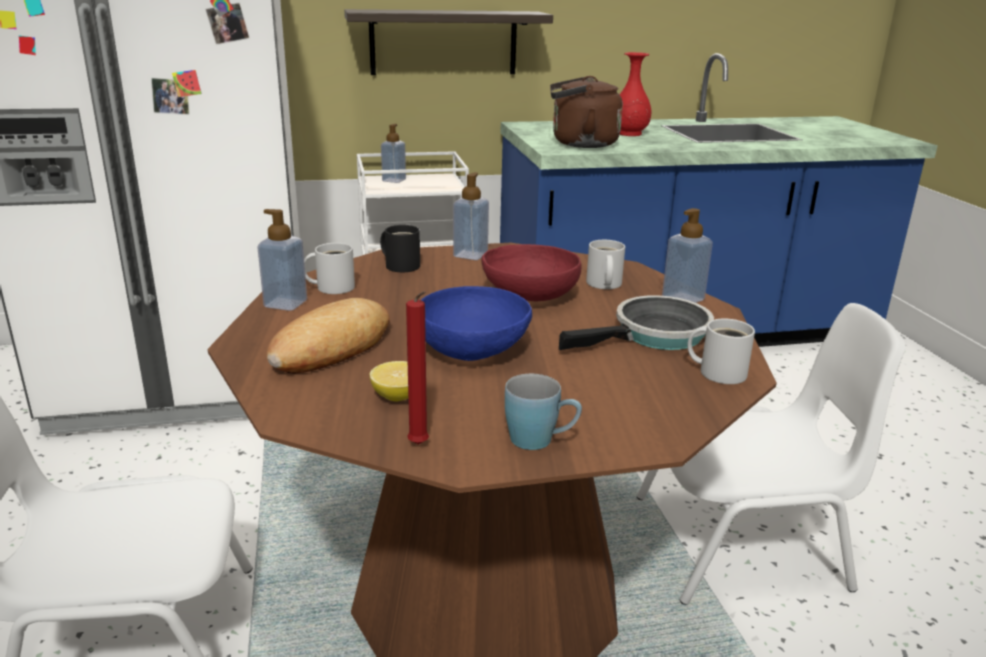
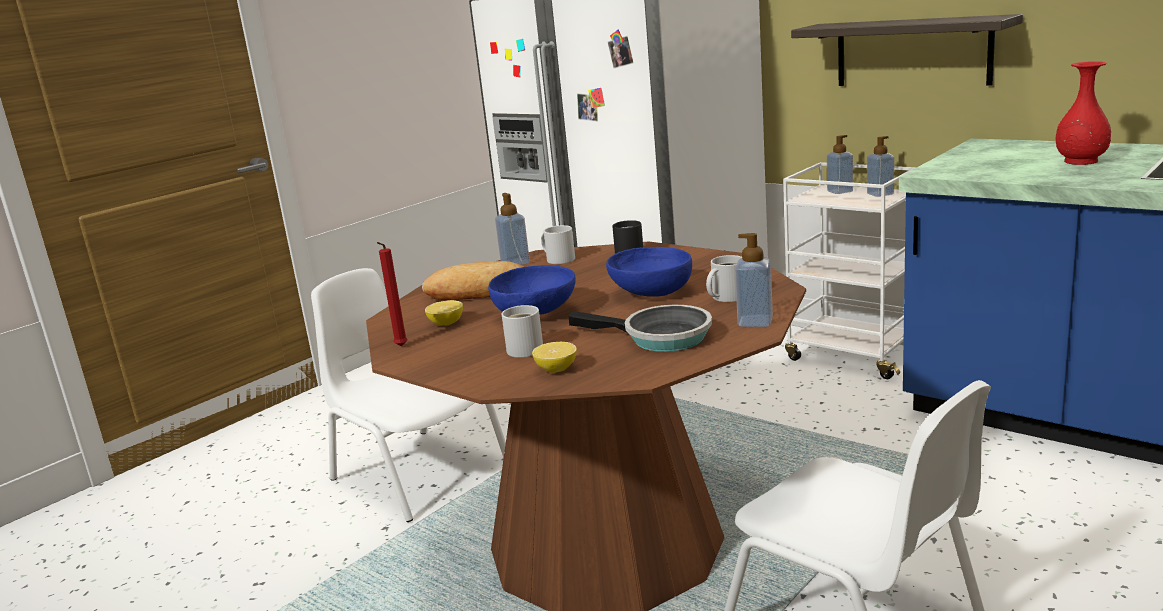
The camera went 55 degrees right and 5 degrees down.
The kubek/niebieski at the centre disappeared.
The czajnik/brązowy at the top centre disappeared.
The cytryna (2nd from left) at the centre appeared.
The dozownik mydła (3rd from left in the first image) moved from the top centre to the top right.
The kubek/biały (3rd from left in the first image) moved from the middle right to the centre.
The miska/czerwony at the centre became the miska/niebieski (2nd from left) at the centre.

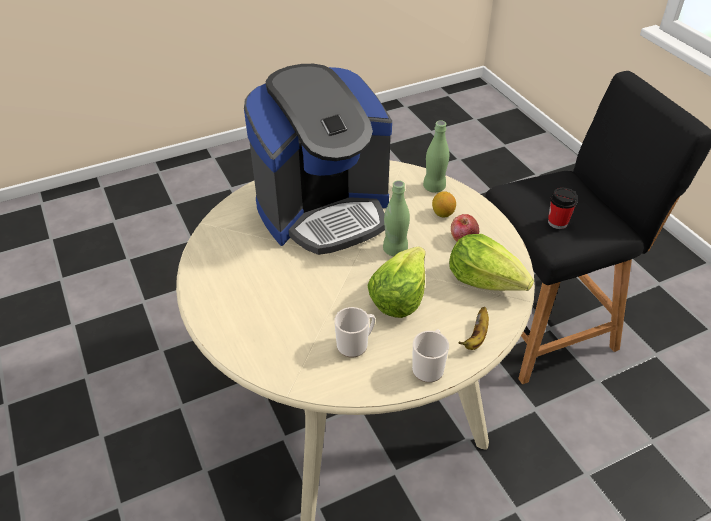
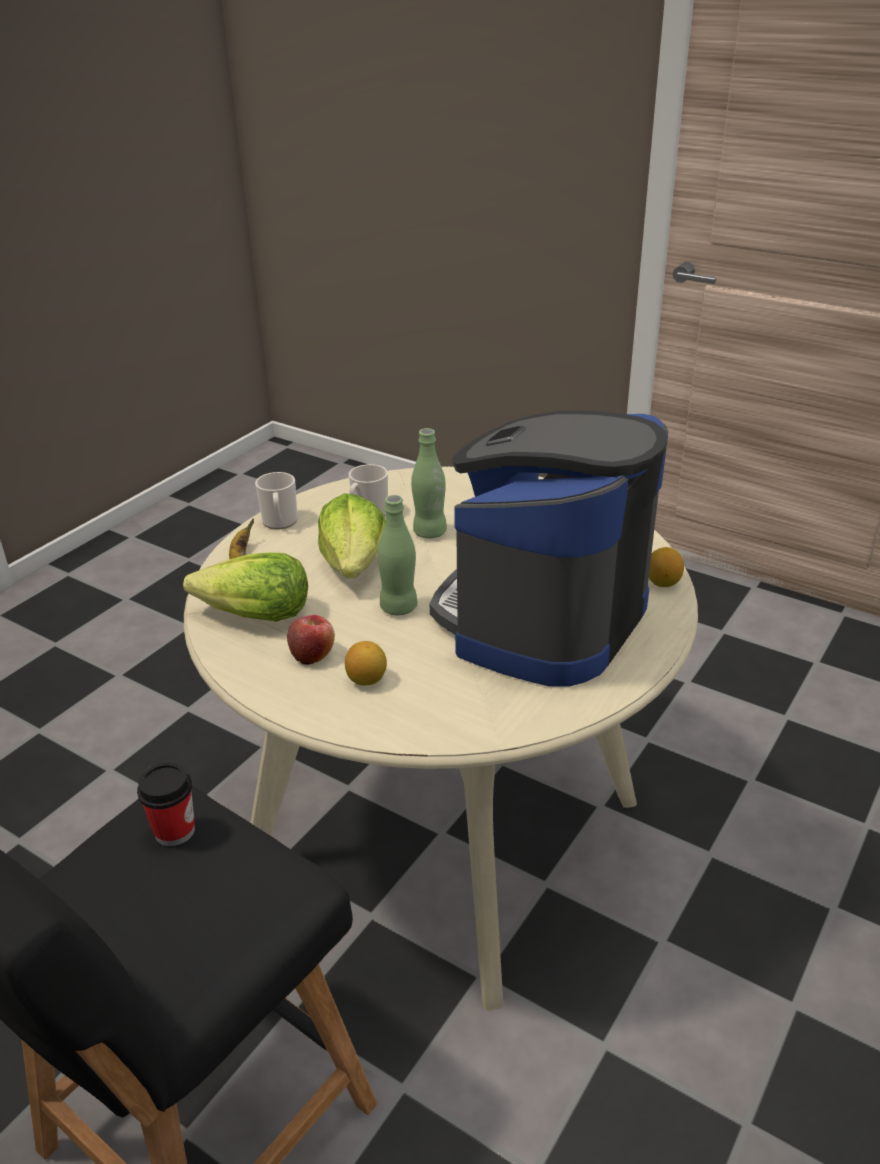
The camera went 150 degrees right and 10 degrees down.
The cytryna (2nd from left) at the middle right appeared.
The butelka/zielony (2nd from left) moved from the top centre to the centre.

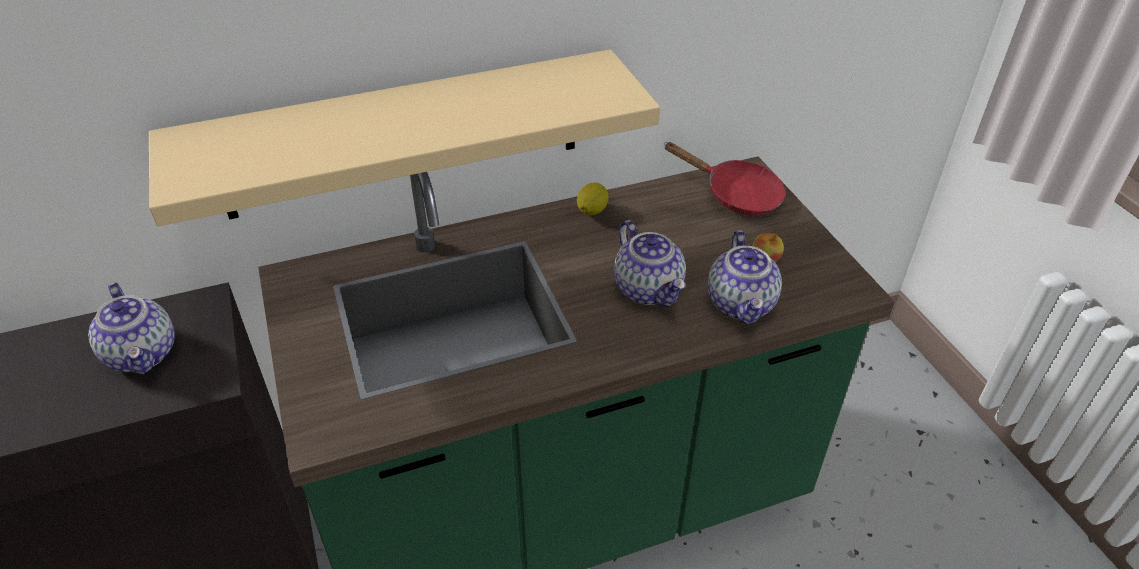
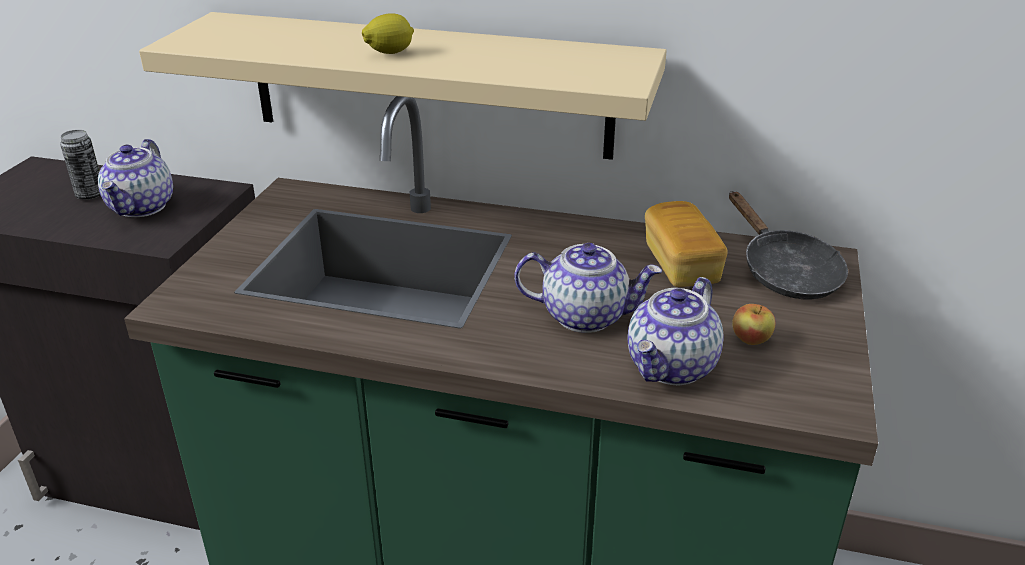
The camera went 35 degrees right and 10 degrees down.
The puszka at the top left appeared.
The chleb at the middle right appeared.
The cytryna moved from the centre to the top centre.
The patelnia/czerwony at the top centre became the patelnia/czarny at the middle right.
The imbryk (2nd from left) at the centre turned 90 degrees counterclockwise.

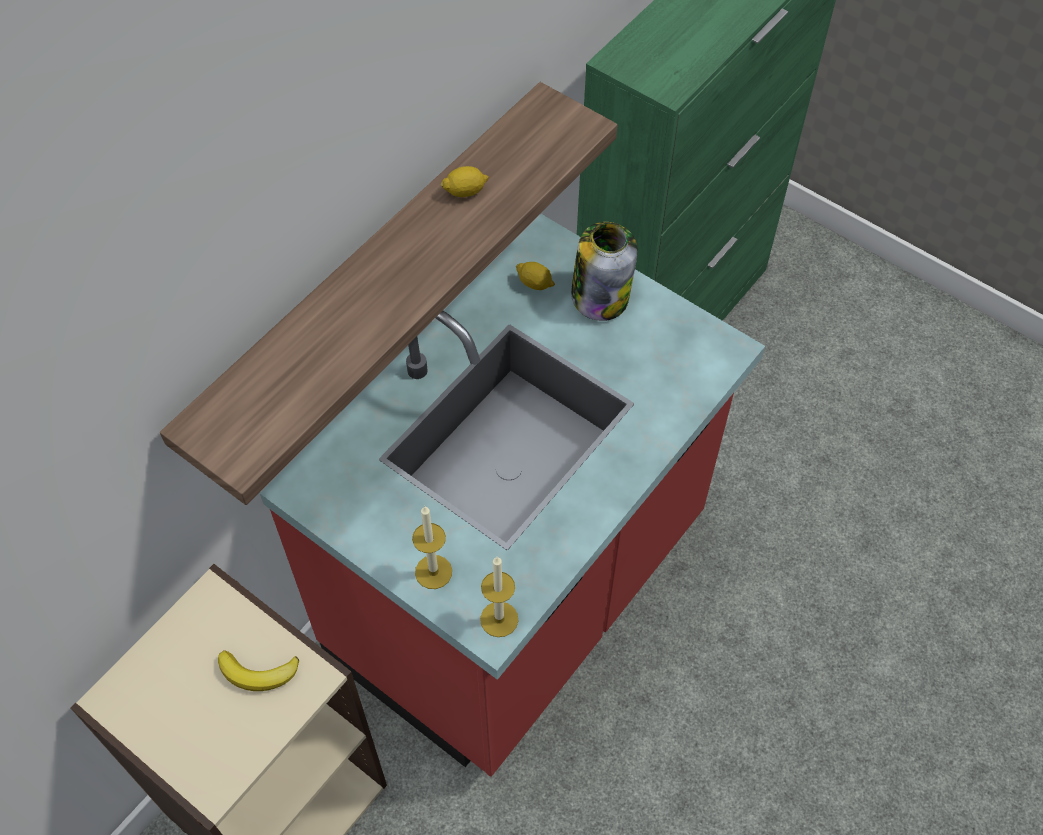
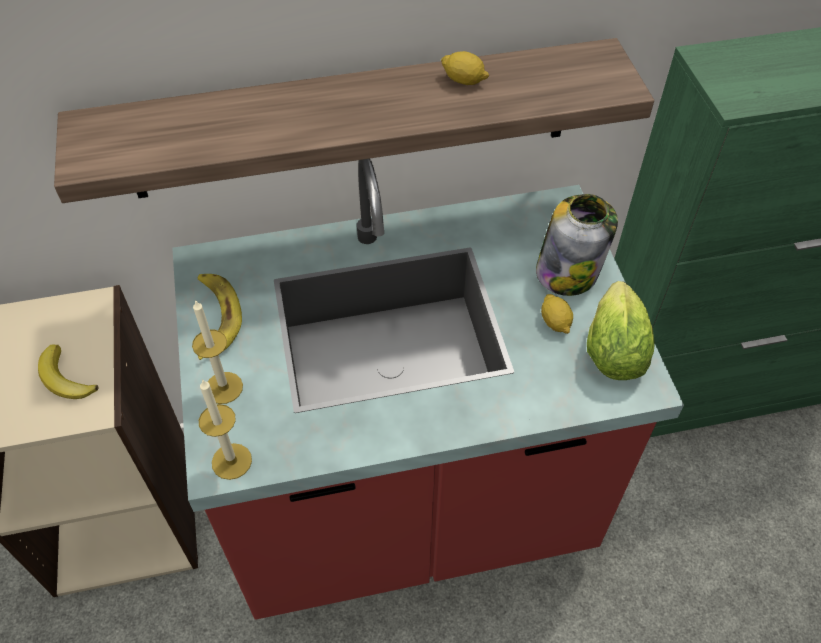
The camera went 40 degrees right and 5 degrees down.
The banan (2nd from left) at the middle left appeared.
The sałata at the middle right appeared.
The cytryna (2nd from left) moved from the top centre to the middle right.

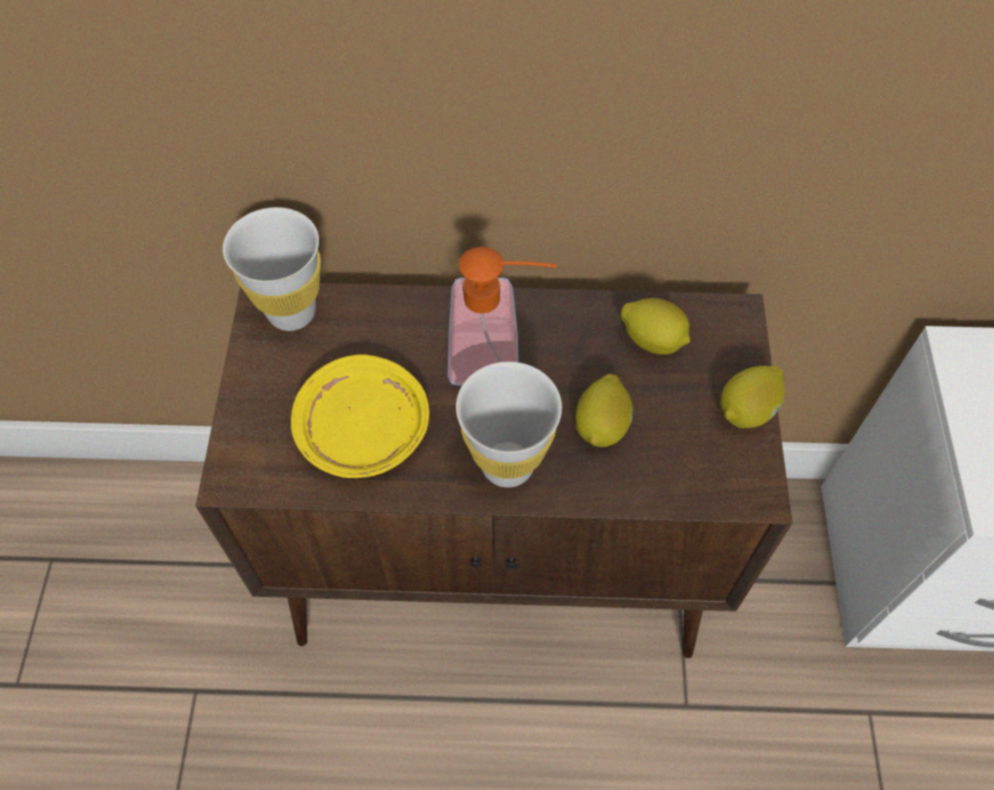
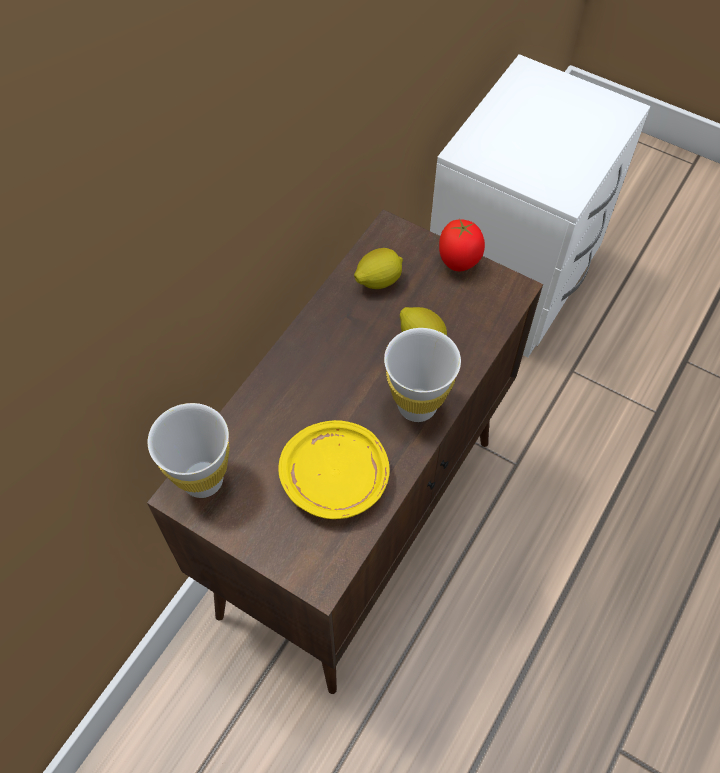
The camera went 60 degrees left and 0 degrees up.
The dozownik mydła at the centre disappeared.
The cytryna (3rd from left) at the middle right was replaced by the pomidor at the top centre.

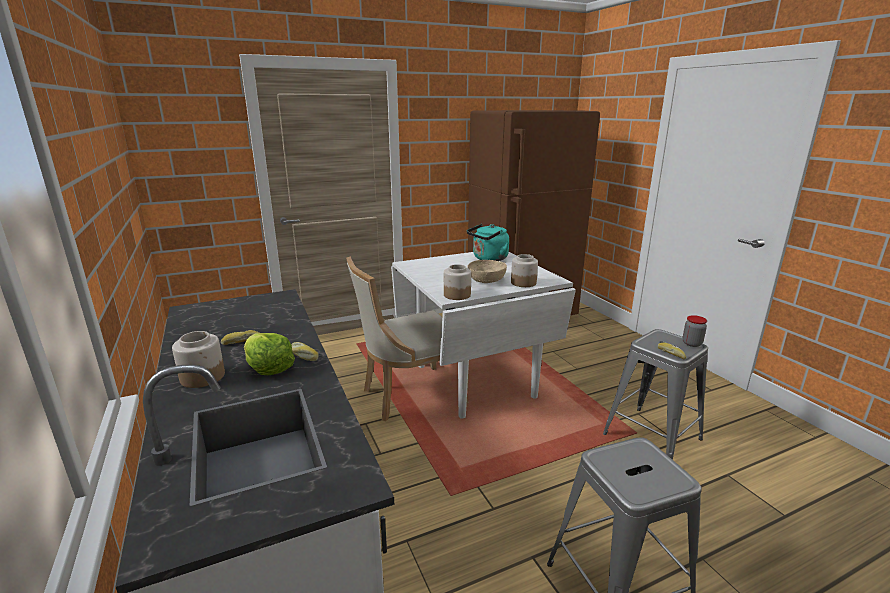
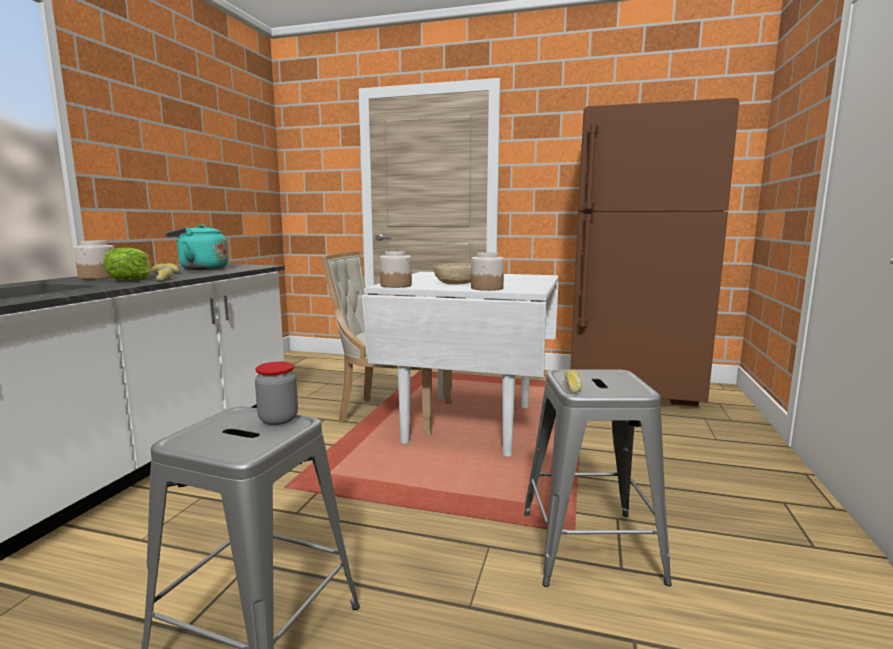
The camera went 40 degrees right and 10 degrees down.
The czajnik/turkusowy moved from the centre to the middle left.
The słoik (4th from left in the first image) moved from the middle right to the middle left.

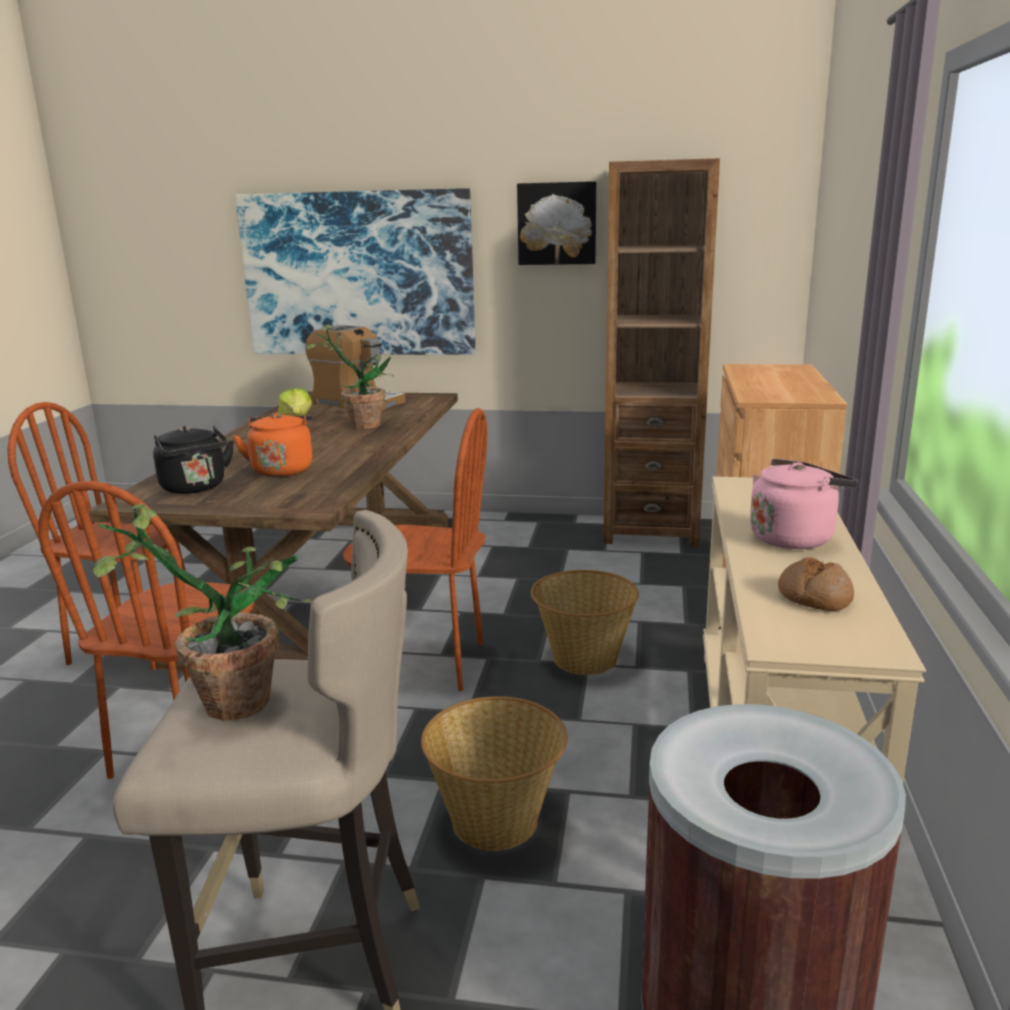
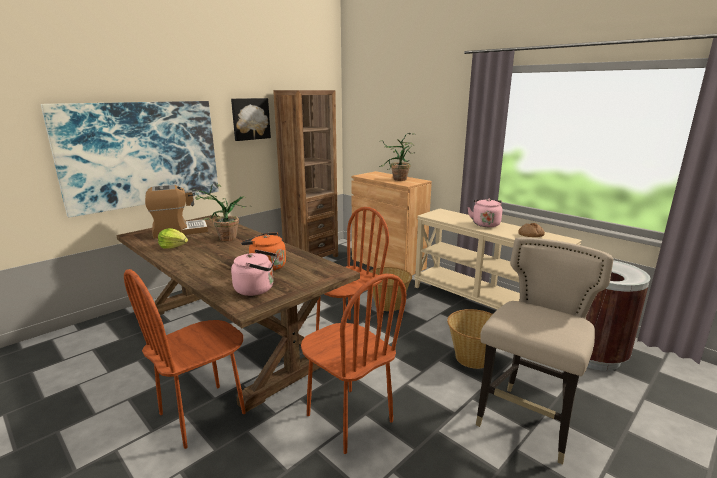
The camera went 55 degrees left and 0 degrees up.
The roślina doniczkowa (1st from left in the first image) moved from the middle left to the top centre.
The czajnik/czarny at the middle left became the czajnik/różowy (1st from left) at the centre.

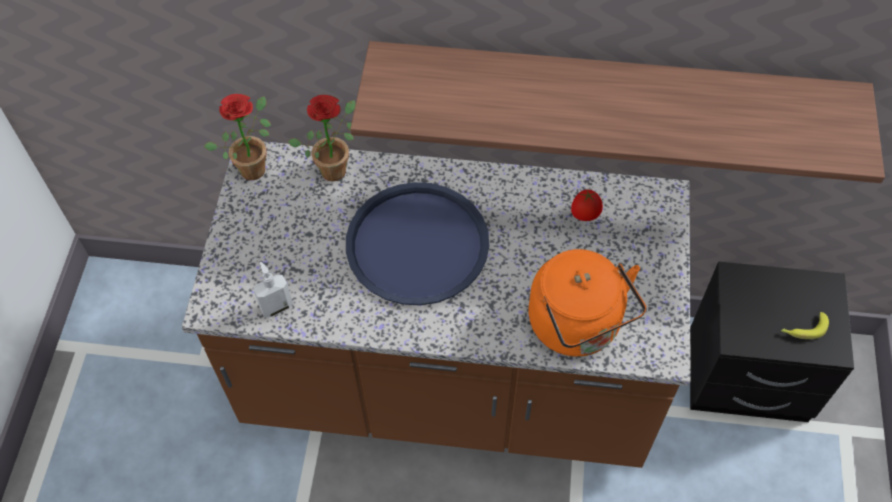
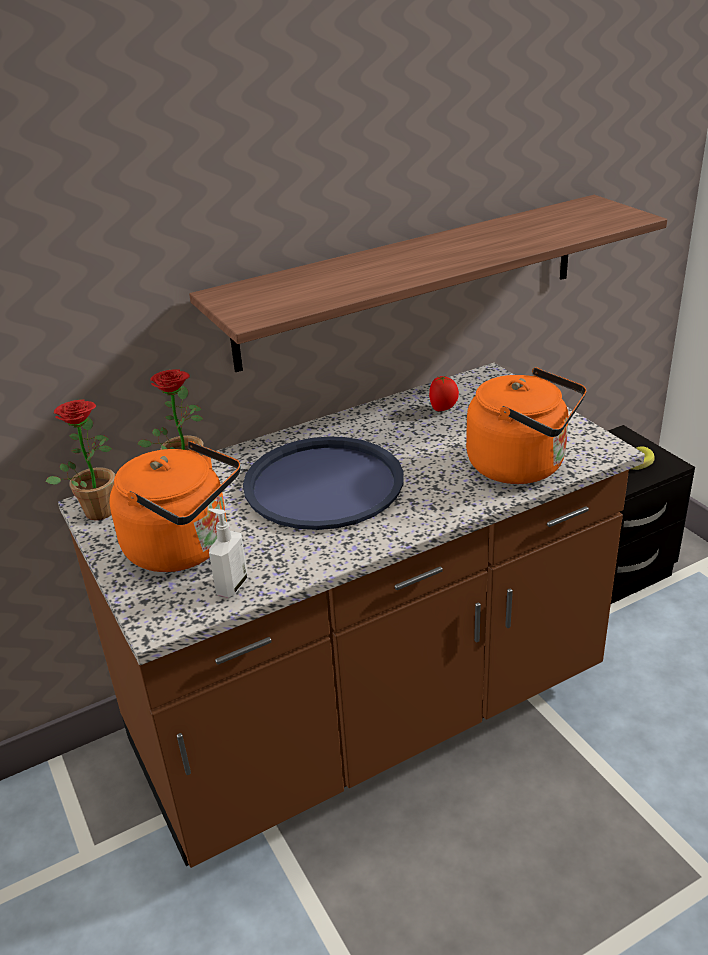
The camera went 35 degrees left and 25 degrees down.
The czajnik/pomarańczowy (1st from left) at the middle left appeared.

